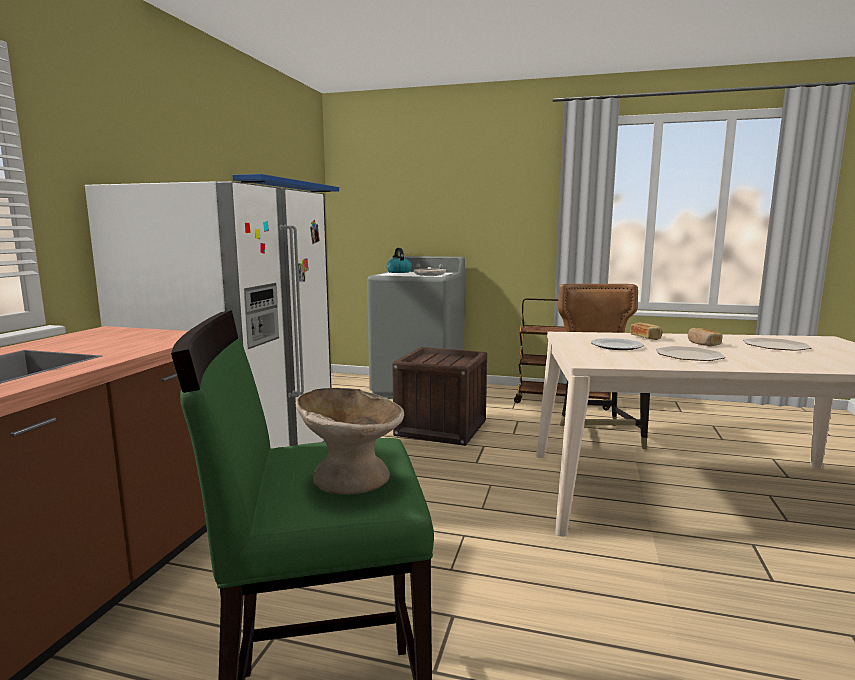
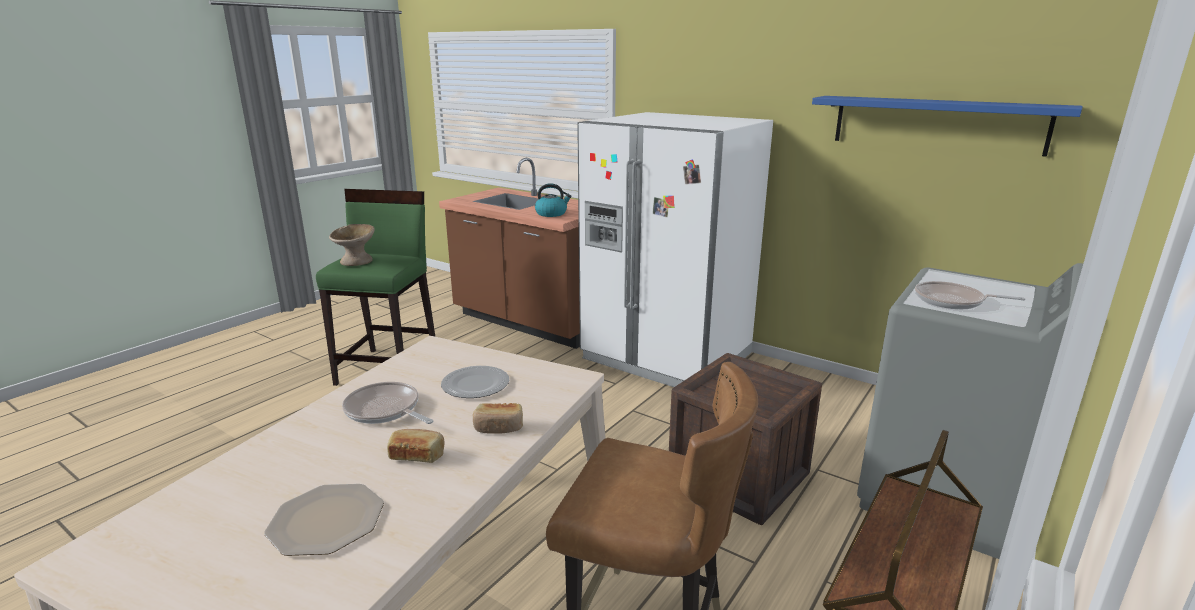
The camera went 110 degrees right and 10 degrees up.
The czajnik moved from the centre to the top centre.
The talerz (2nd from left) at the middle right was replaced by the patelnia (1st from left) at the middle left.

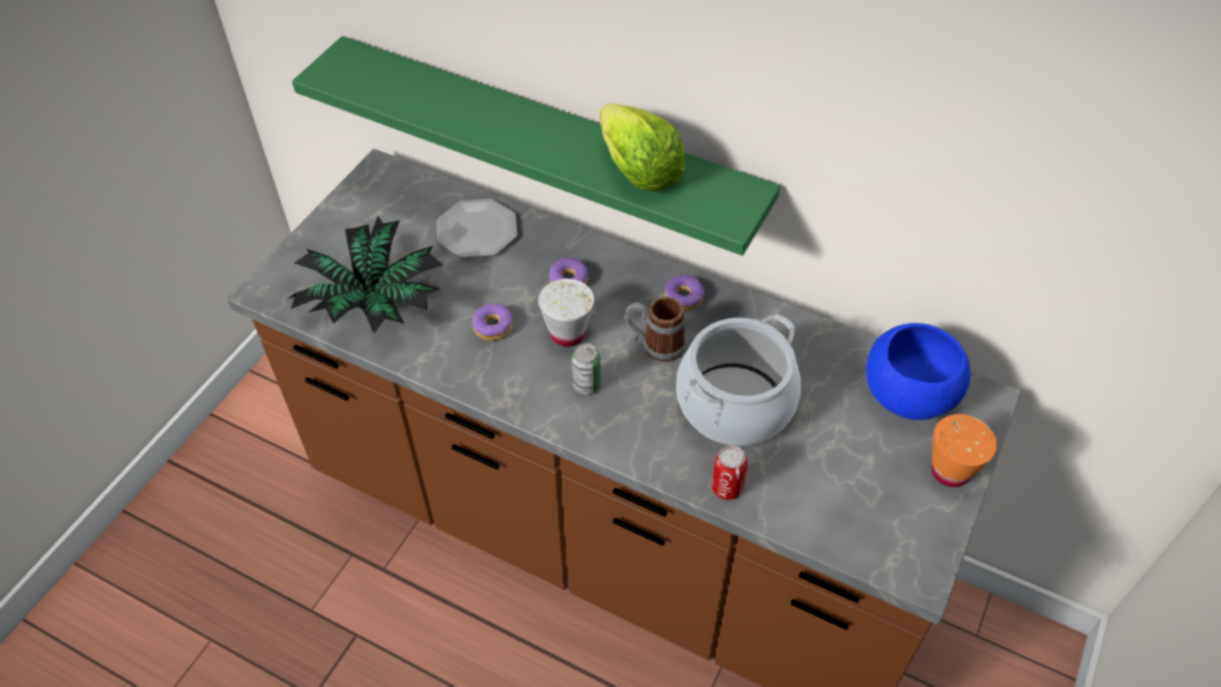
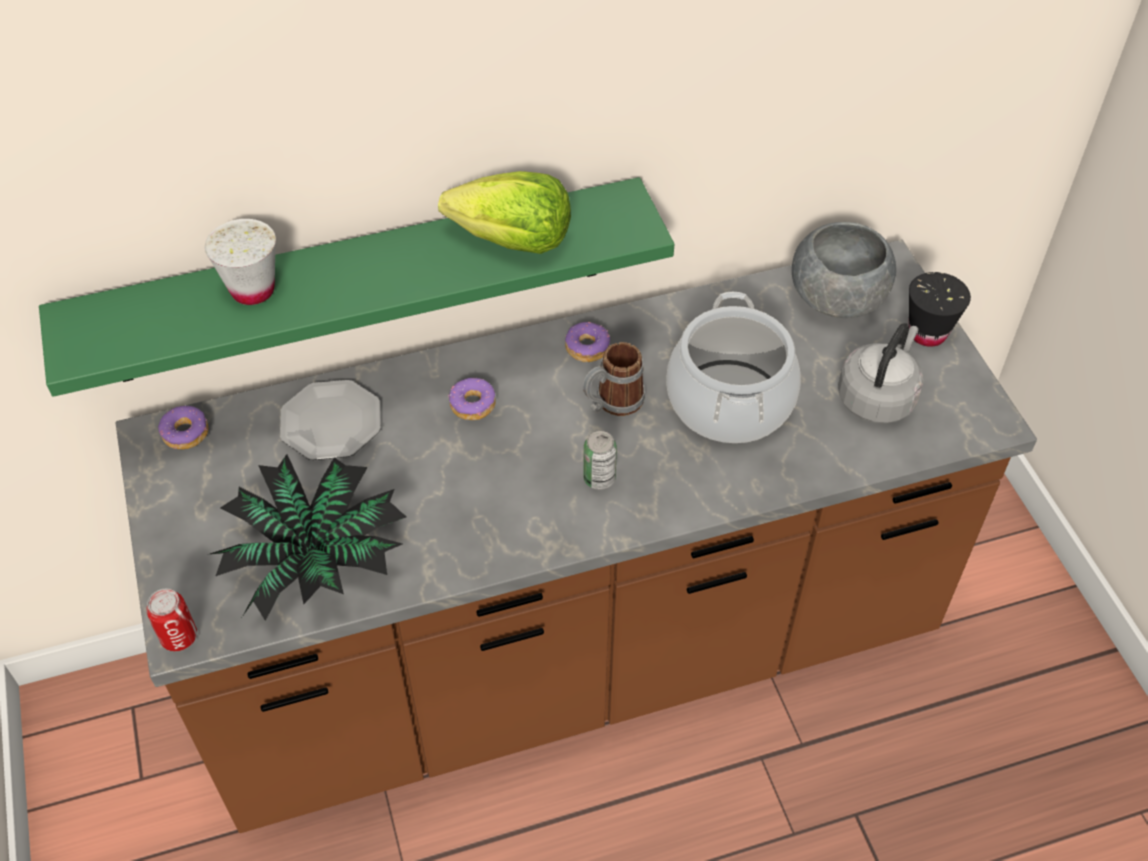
The camera went 45 degrees left and 0 degrees up.
The czajnik/szary at the middle right appeared.
The donut (1st from left) moved from the centre to the middle left.
The filiżanka/biały moved from the centre to the top left.
The puszka (2nd from left in the first image) moved from the bottom centre to the bottom left.
The miska/niebieski at the middle right became the miska/szary at the top right.
The filiżanka/pomarańczowy at the middle right became the filiżanka/czarny at the middle right.

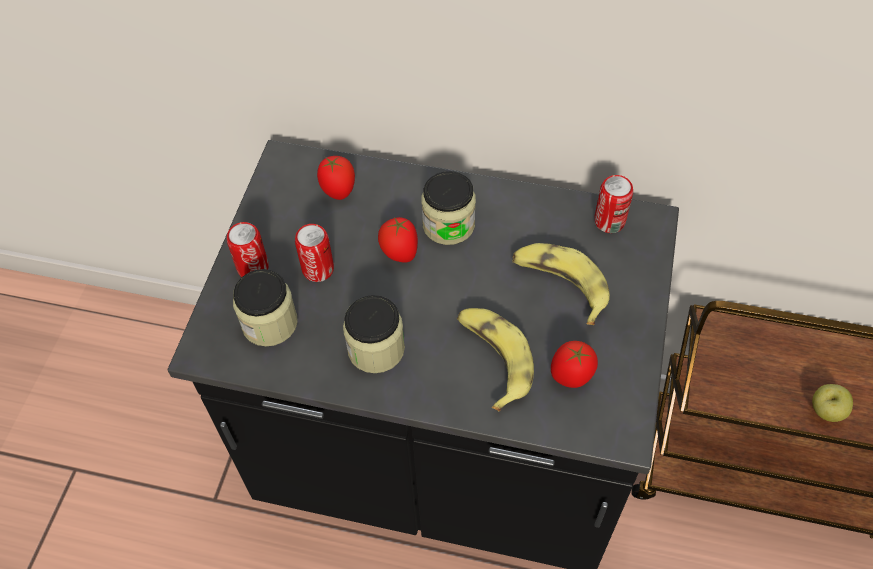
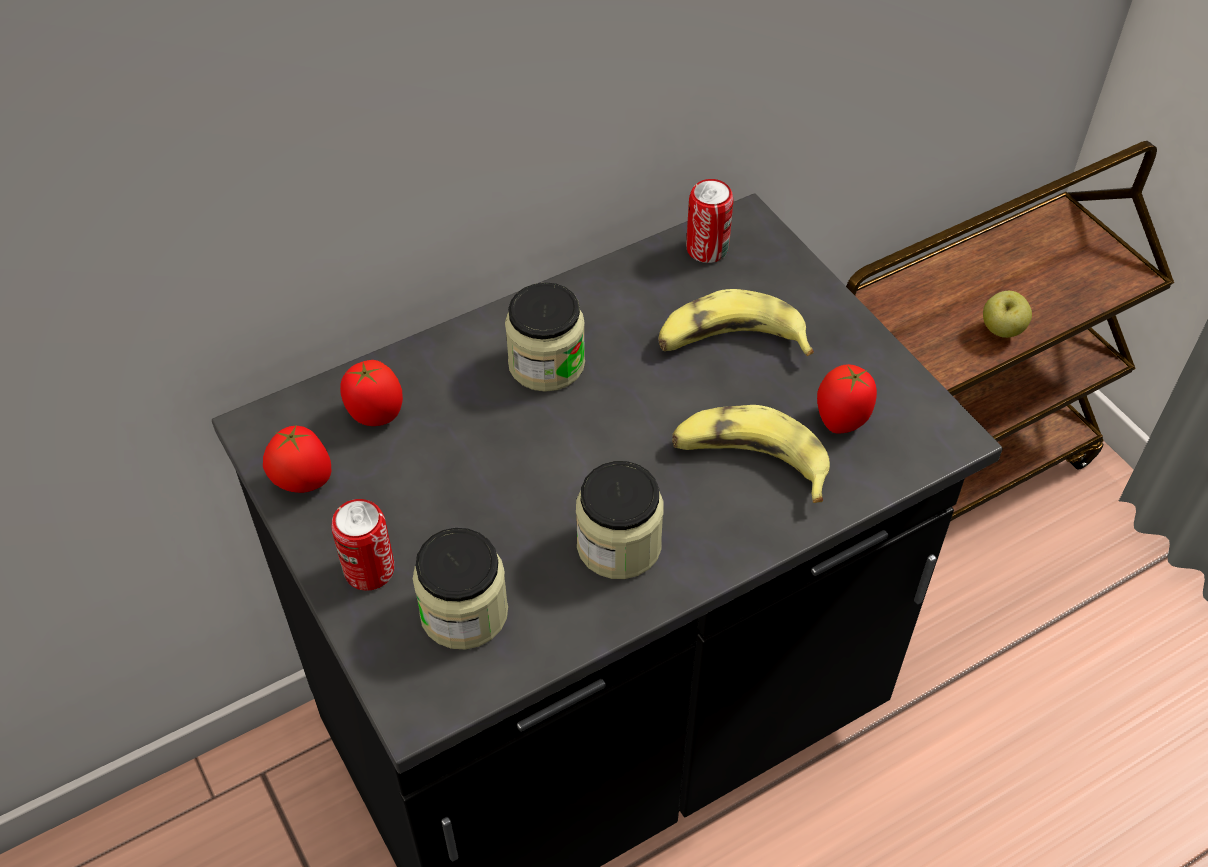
The camera went 45 degrees left and 5 degrees down.
The puszka (2nd from left) at the centre disappeared.
The pomidor (2nd from left in the first image) moved from the centre to the middle left.

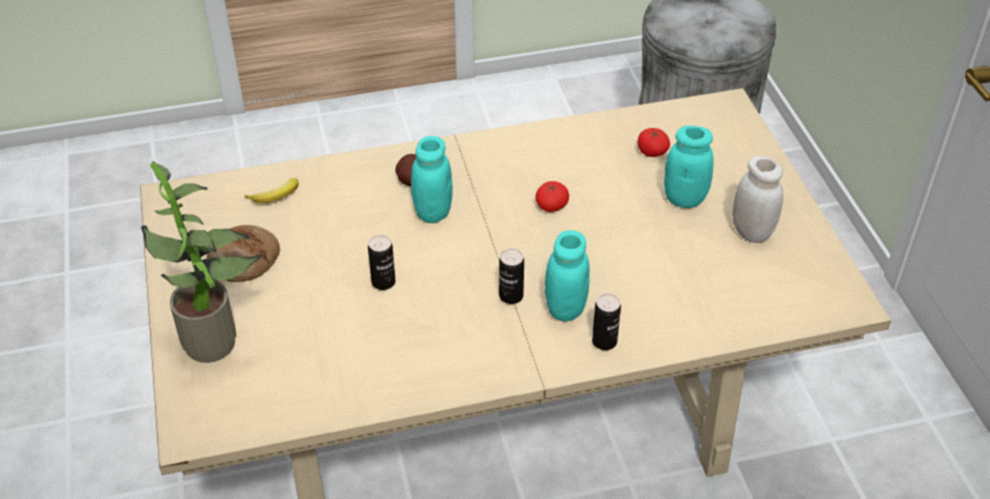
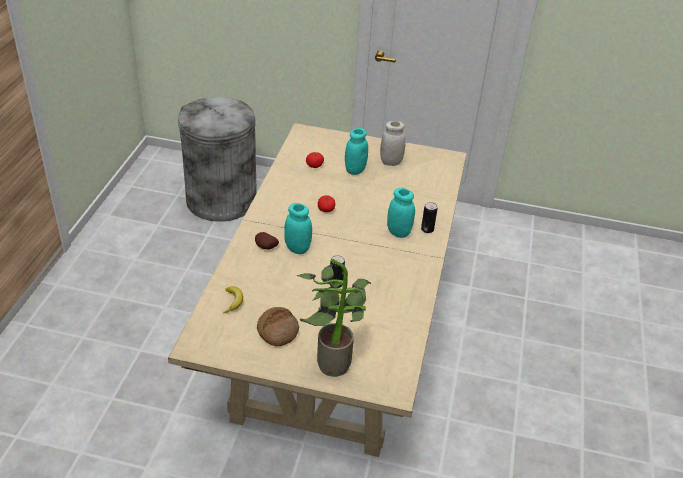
The camera went 65 degrees left and 5 degrees down.
The puszka (2nd from left) at the centre disappeared.

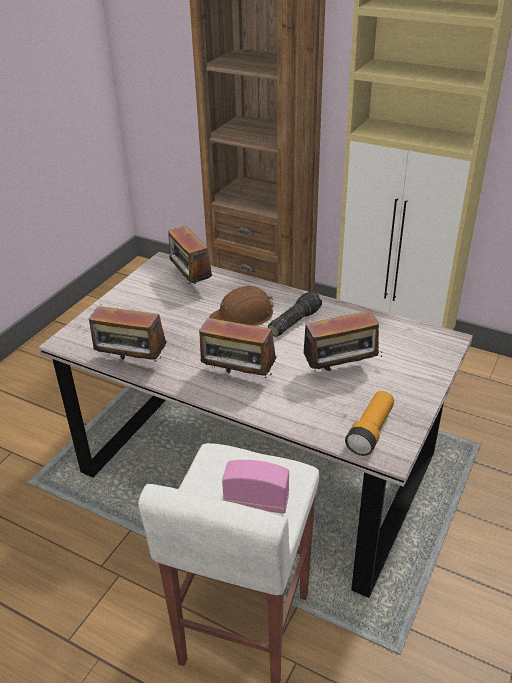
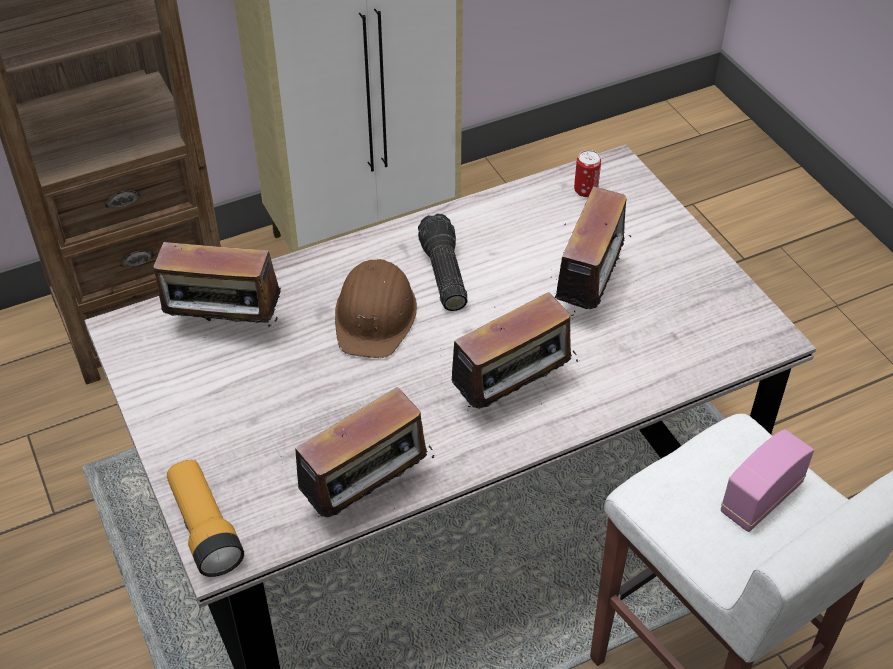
The camera went 55 degrees left and 10 degrees up.
The puszka at the top centre appeared.
The latarka (2nd from left in the first image) moved from the middle right to the bottom left.

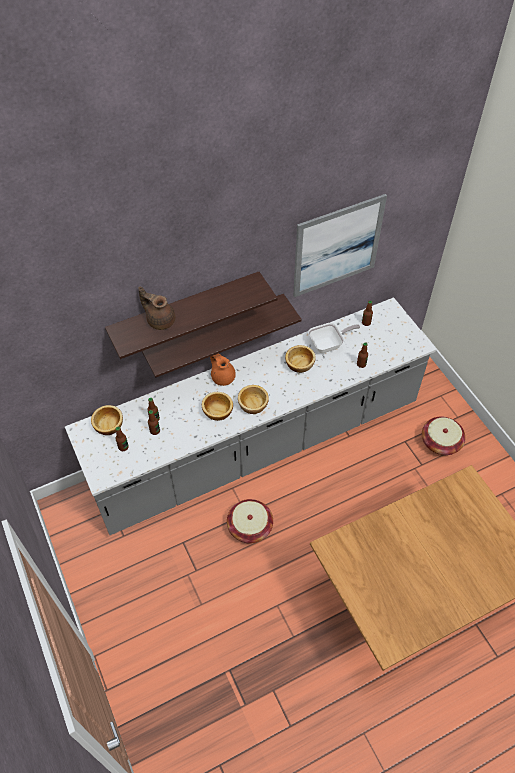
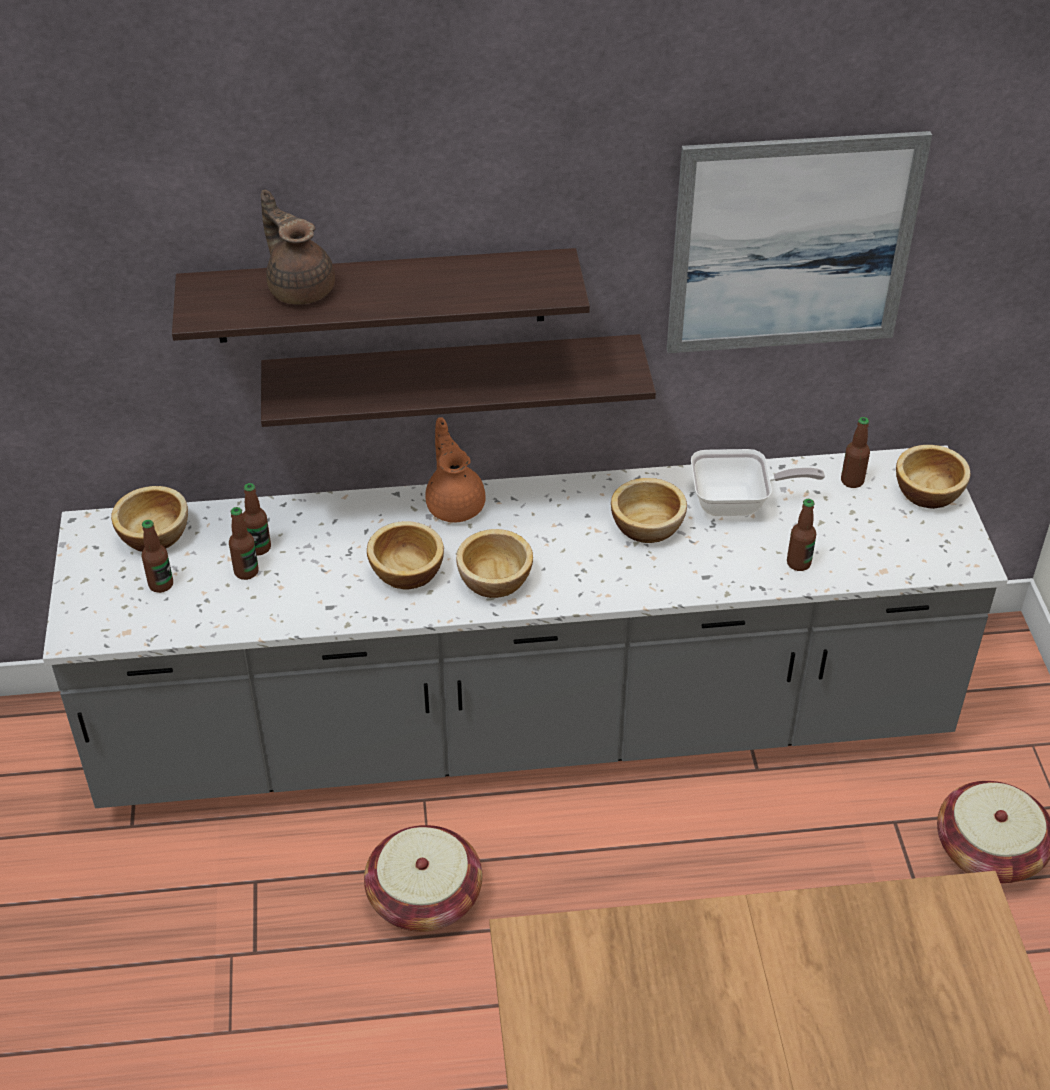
The camera went 20 degrees right and 10 degrees down.
The miska (5th from left) at the middle right appeared.

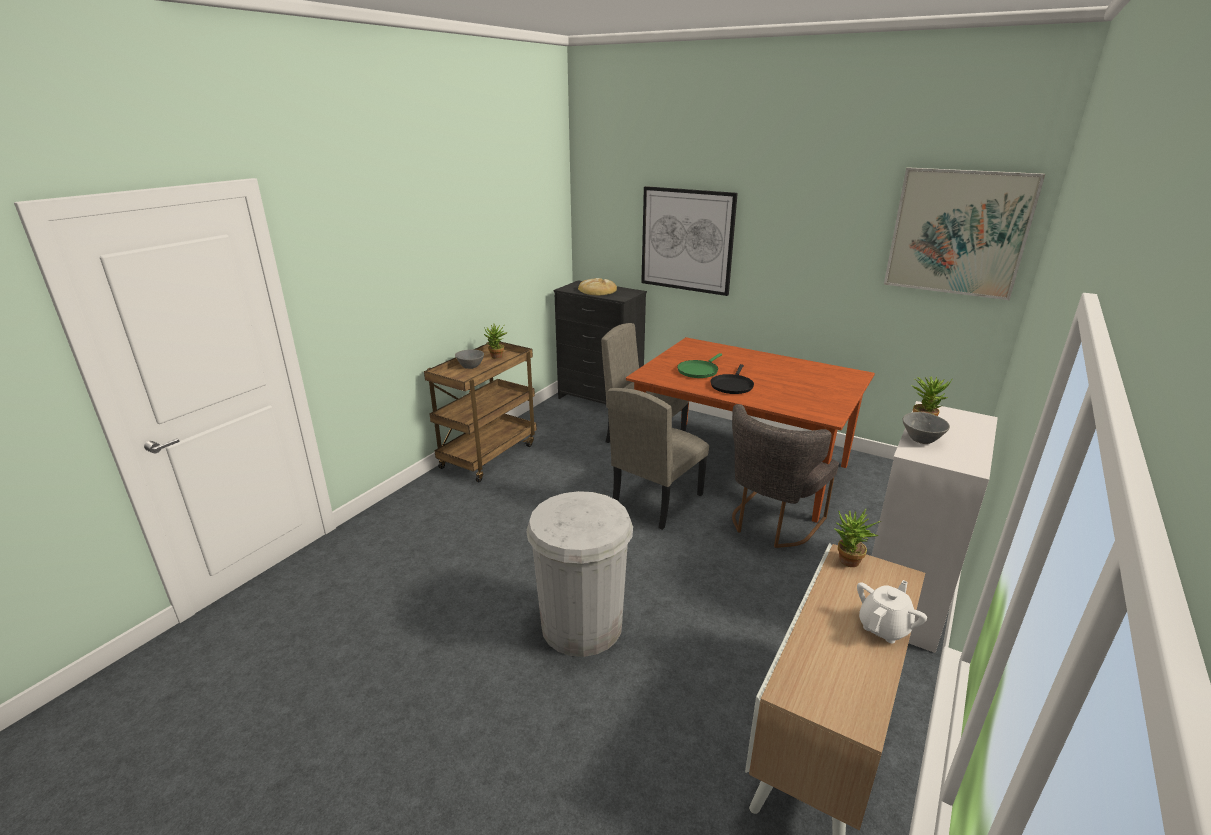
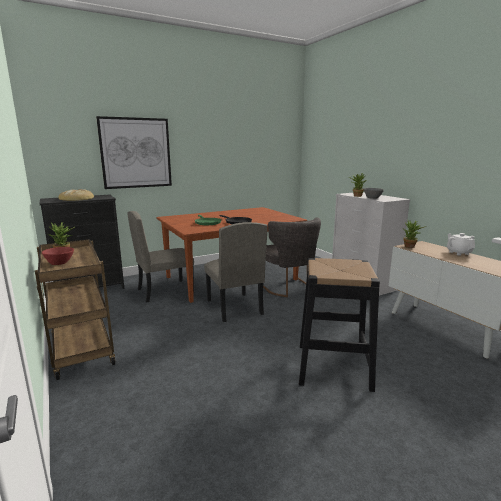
The camera went 60 degrees left and 10 degrees down.
The obraz (2nd from left) at the top right disappeared.
The kosz na śmieci/biały at the bottom centre was replaced by the stołek/czarny at the middle right.
The miska/szary (1st from left) at the centre became the miska/czerwony at the middle left.

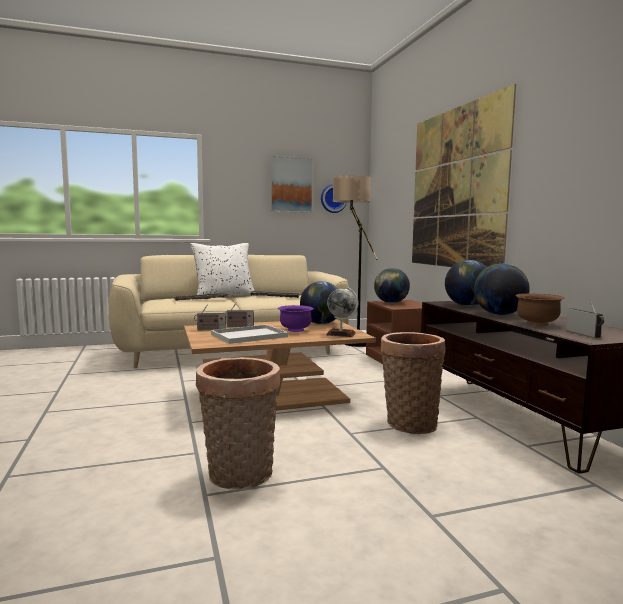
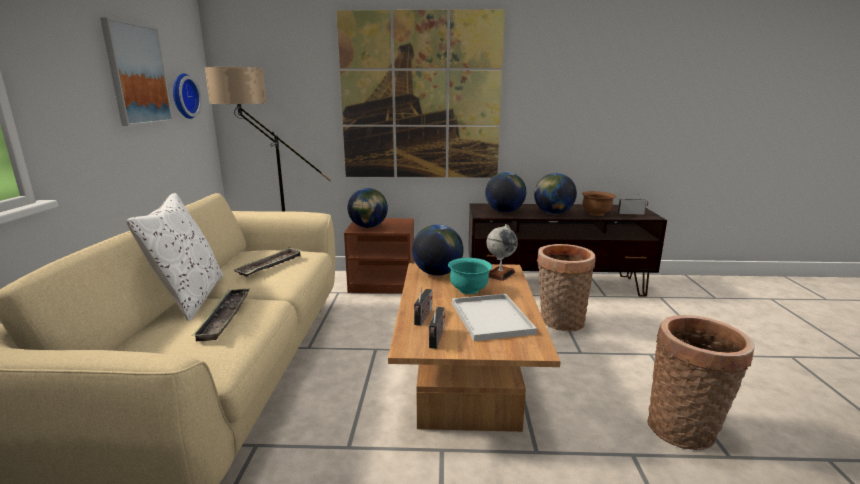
The camera went 70 degrees left and 10 degrees up.
The miska/fioletowy at the centre became the miska/turkusowy at the centre.

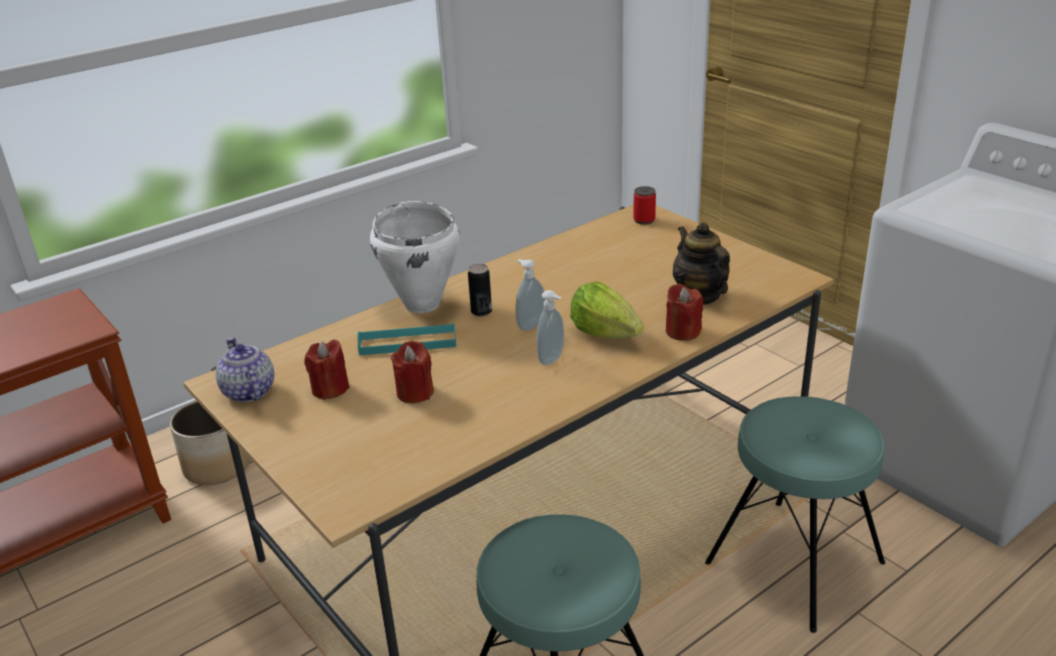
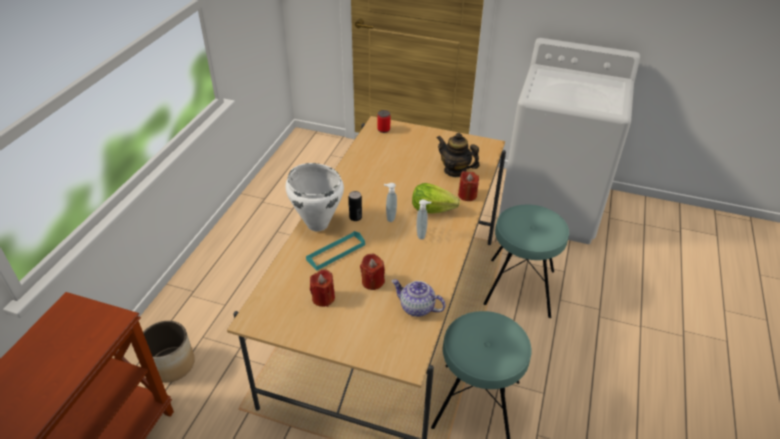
The camera went 35 degrees left and 10 degrees up.
The imbryk (1st from left) moved from the middle left to the bottom centre.

